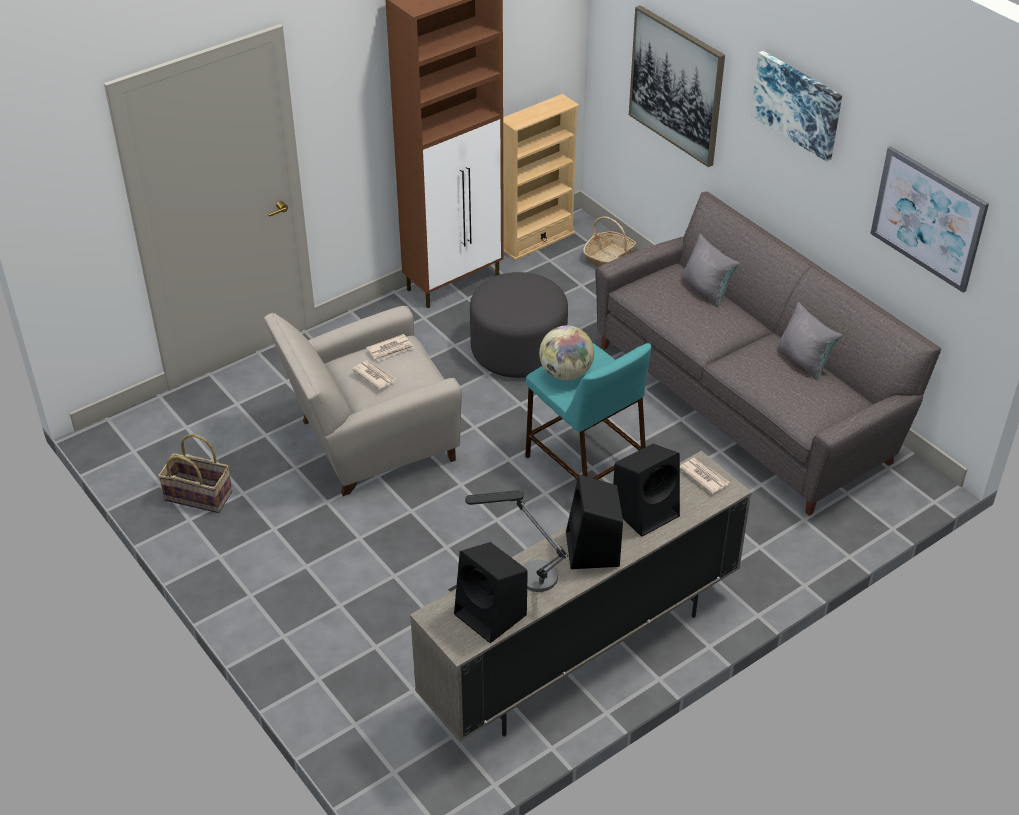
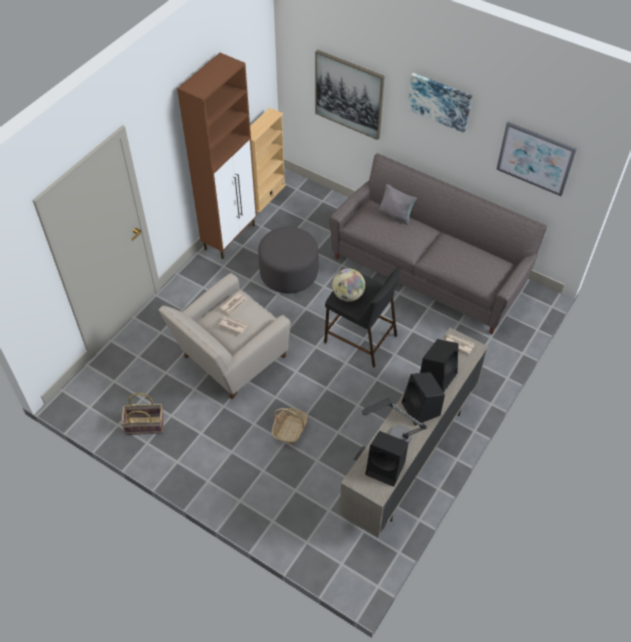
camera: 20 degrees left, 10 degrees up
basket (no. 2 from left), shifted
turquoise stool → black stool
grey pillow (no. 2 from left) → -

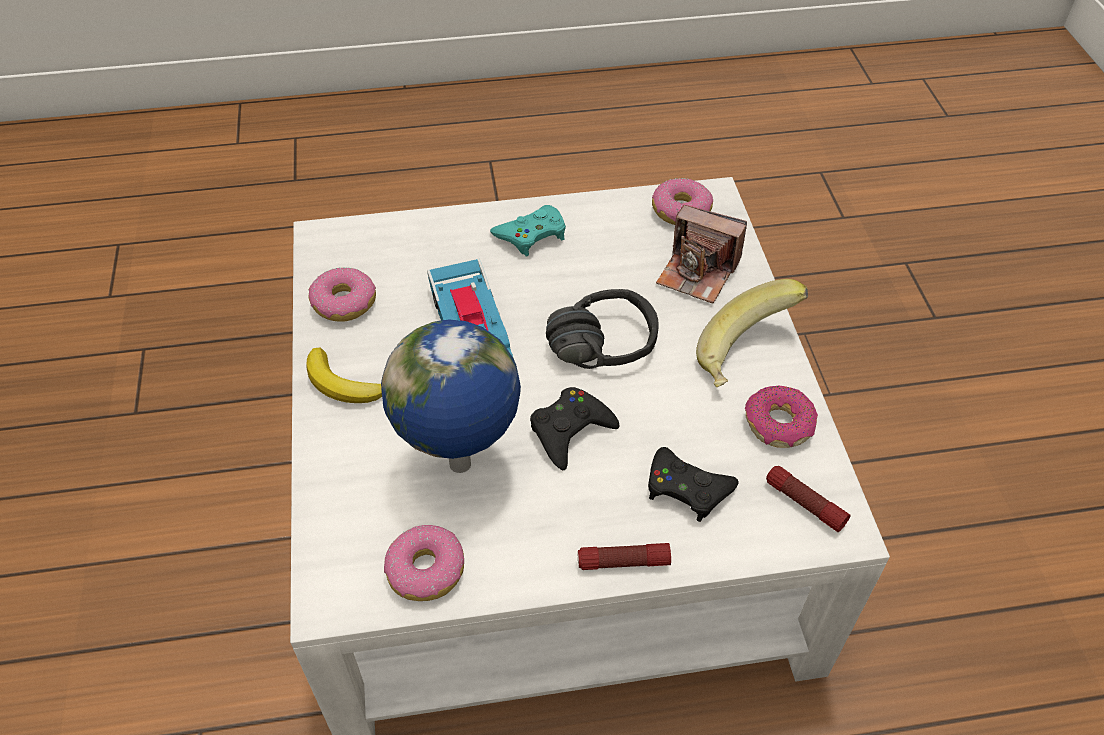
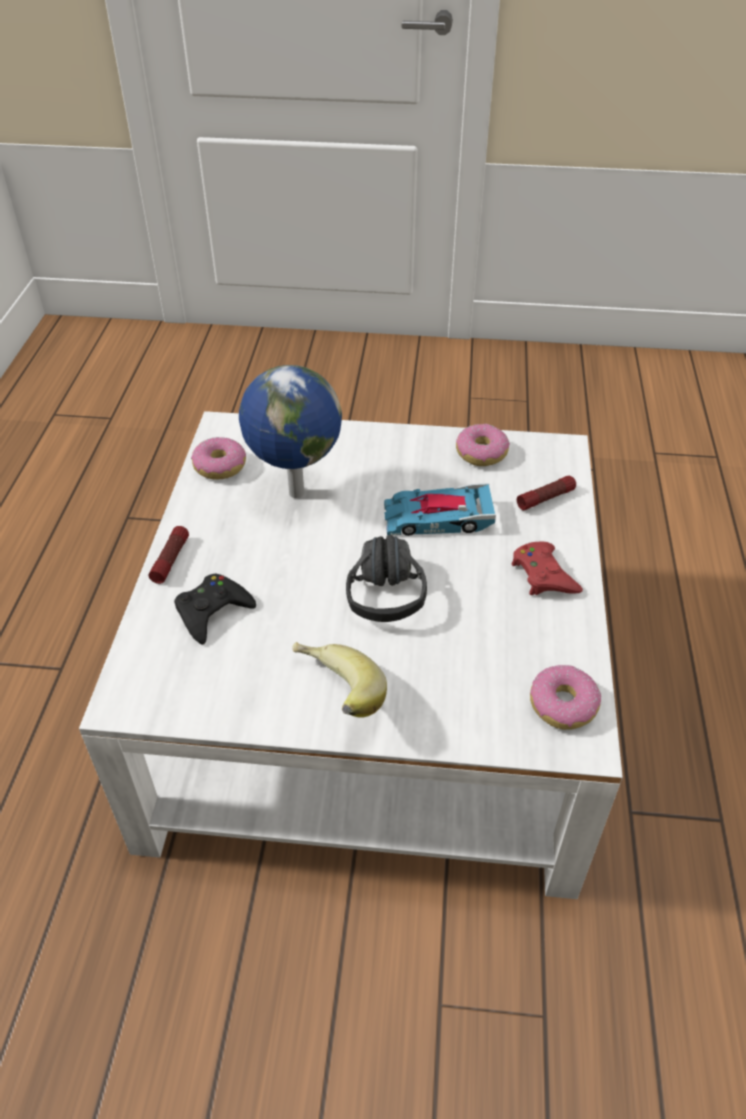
camera: 105 degrees right, 5 degrees down
turquoise game controller → red game controller
flashlight (no. 2 from left), shifted
banana (no. 1 from left) → -
black game controller (no. 1 from left) → -
photo camera → -
donut (no. 4 from left) → -

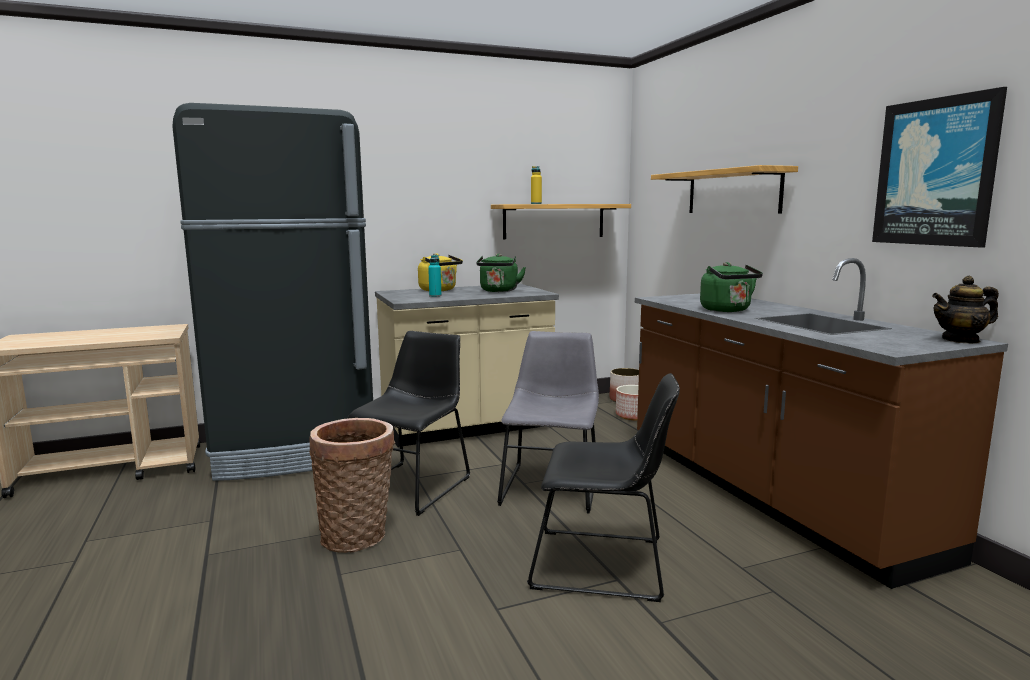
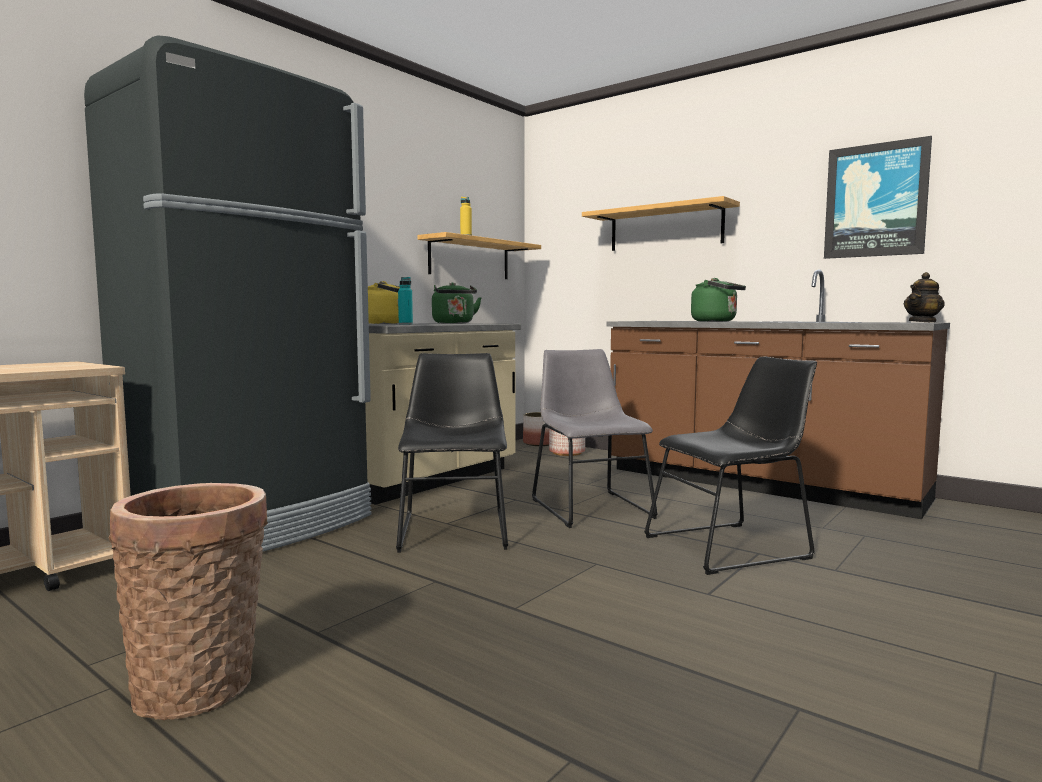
camera: 30 degrees left, 5 degrees down
basket, shifted

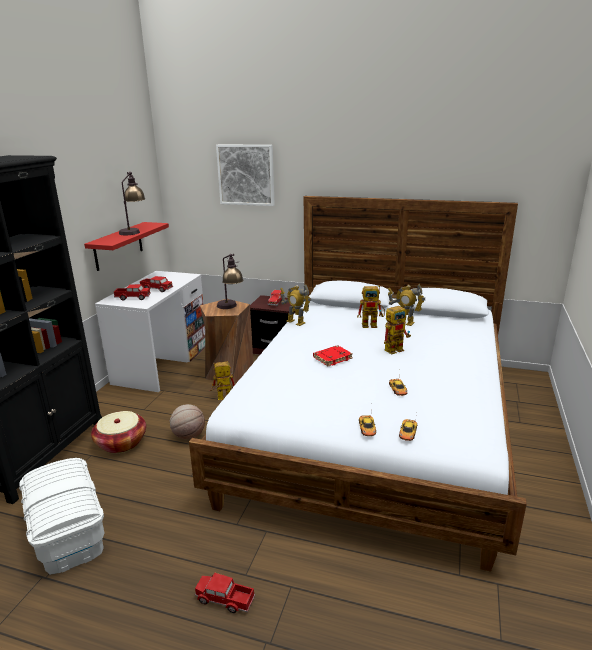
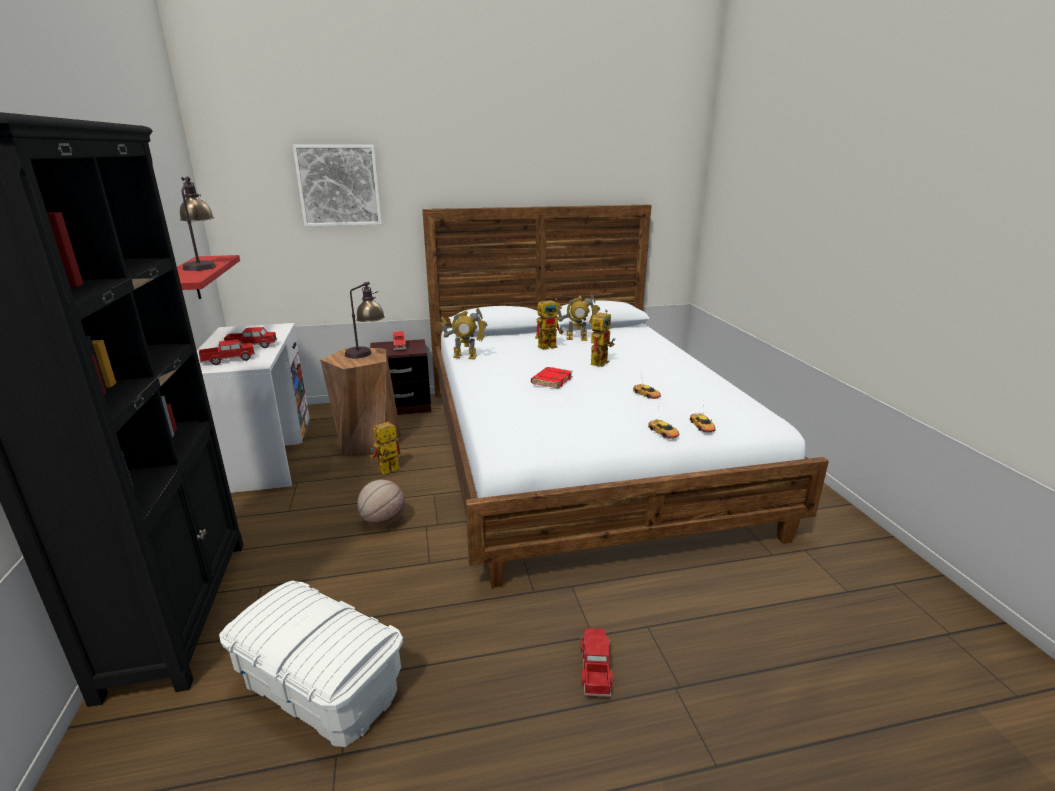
camera: 30 degrees left, 0 degrees up
toy truck (no. 3 from left), 105 degrees clockwise
basket → -

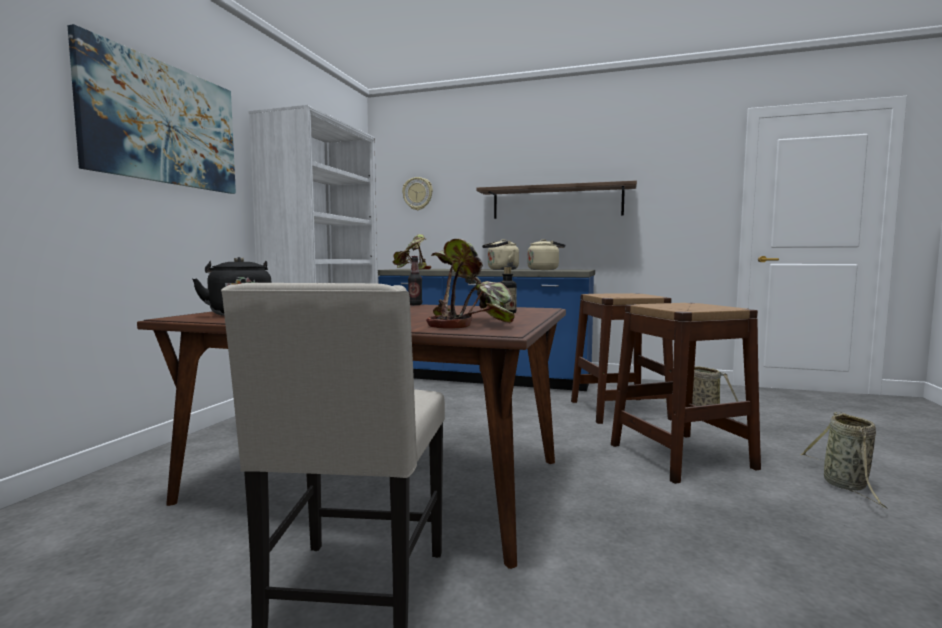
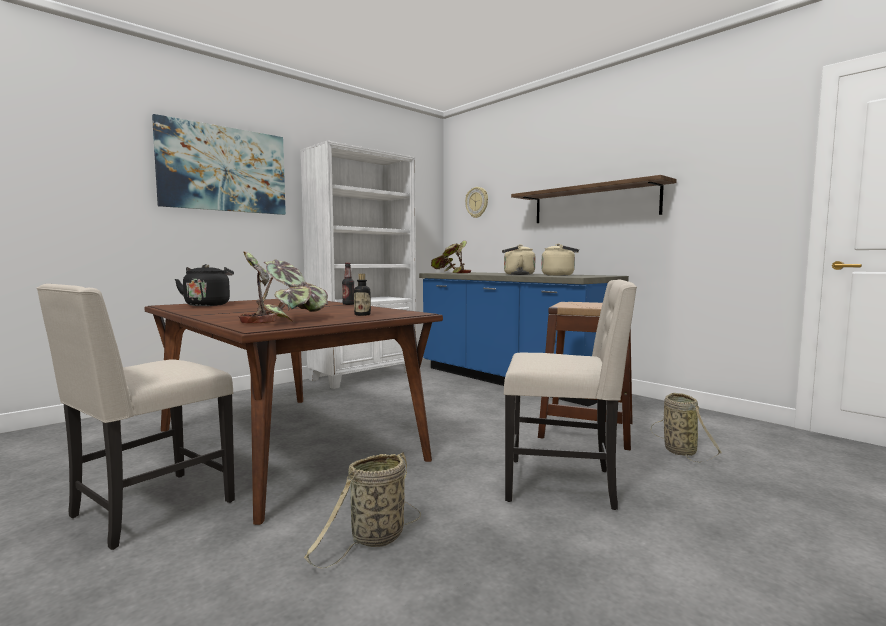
camera: 30 degrees right, 0 degrees up
basket (no. 2 from left in the first image) → basket (no. 1 from left), shifted
brown stool (no. 2 from left) → beige chair (no. 2 from left)

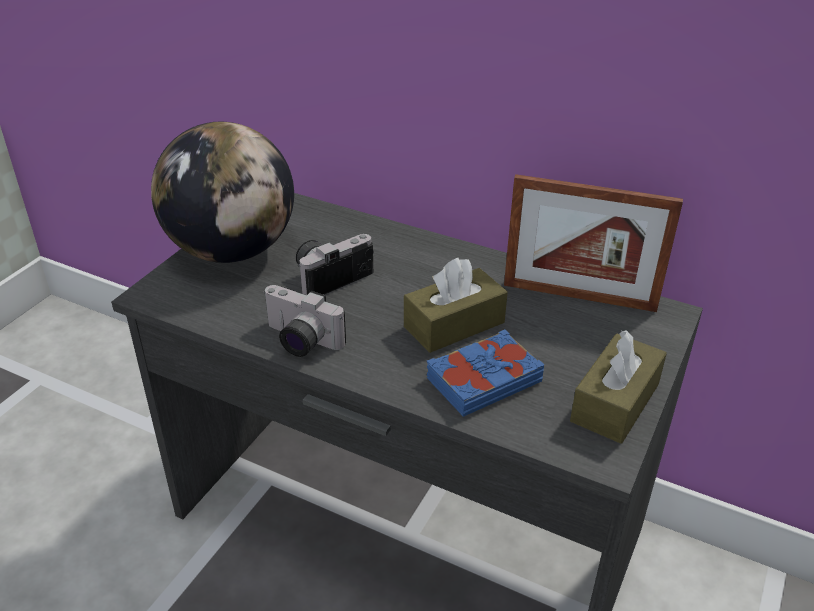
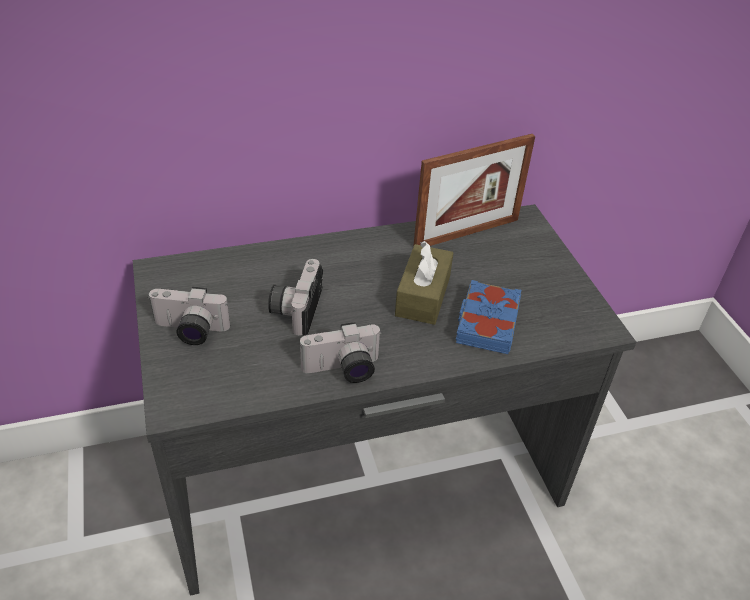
camera: 45 degrees left, 5 degrees up
globe → photo camera (no. 1 from left)
brown tissue box (no. 2 from left) → -

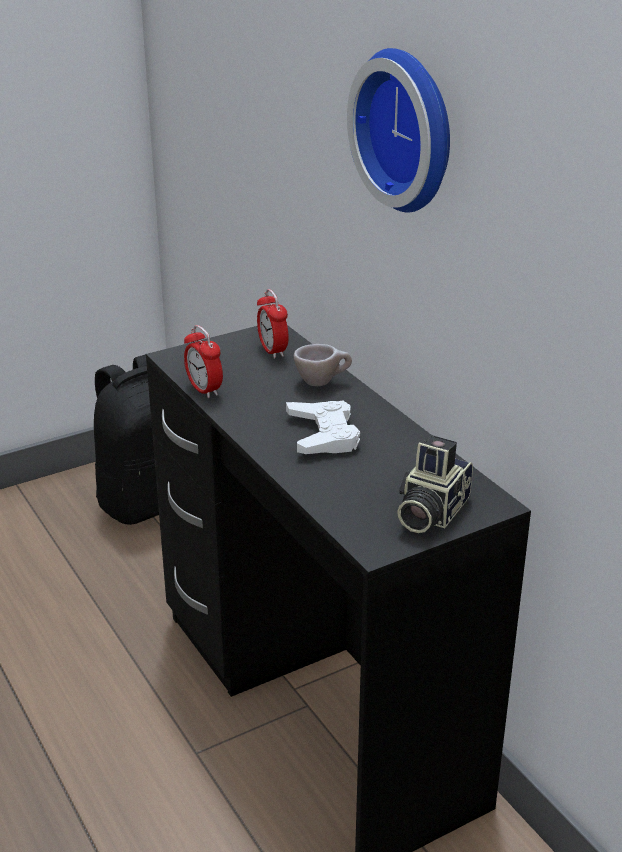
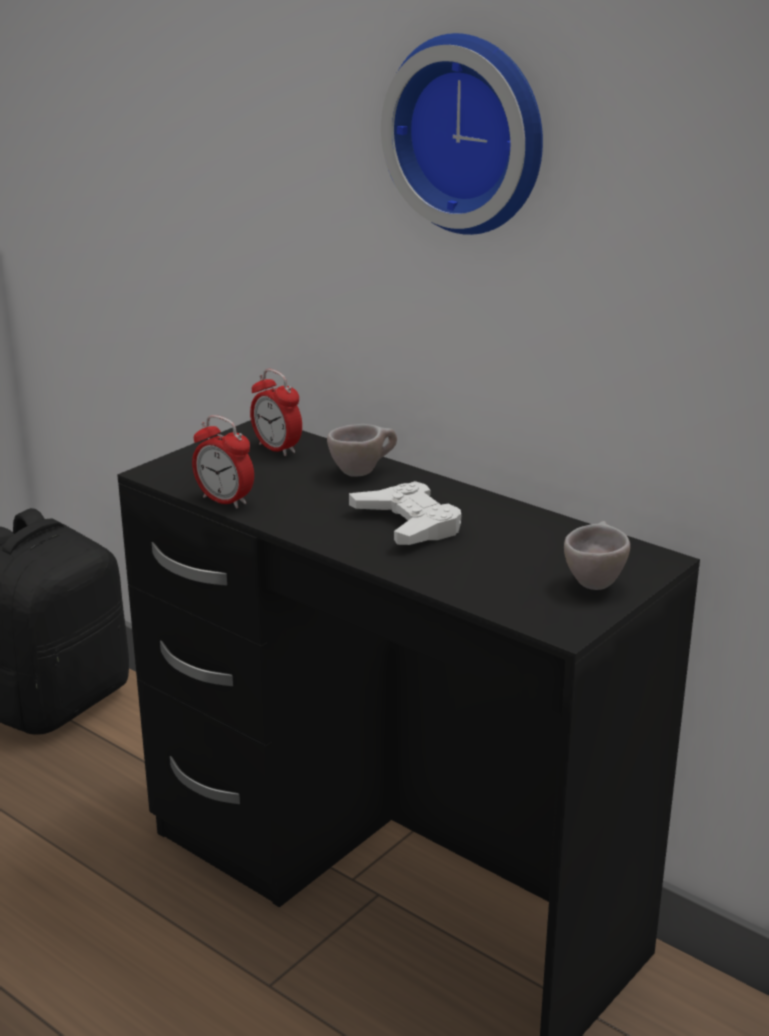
camera: 20 degrees left, 5 degrees down
photo camera → beige cup (no. 2 from left)

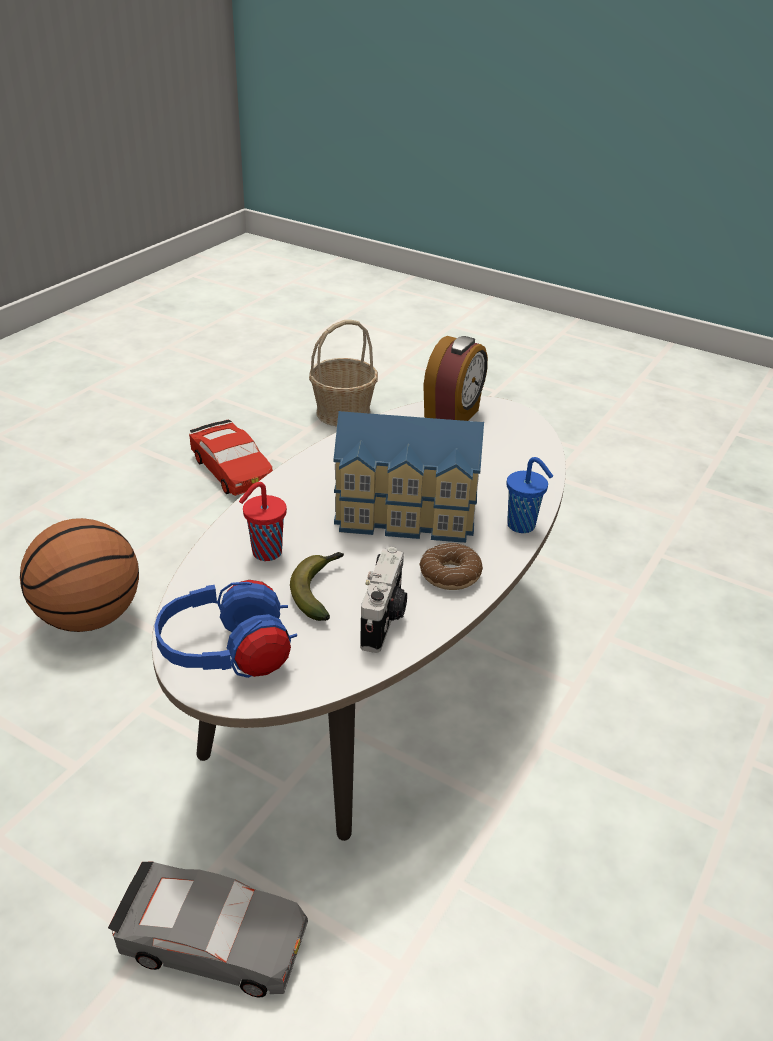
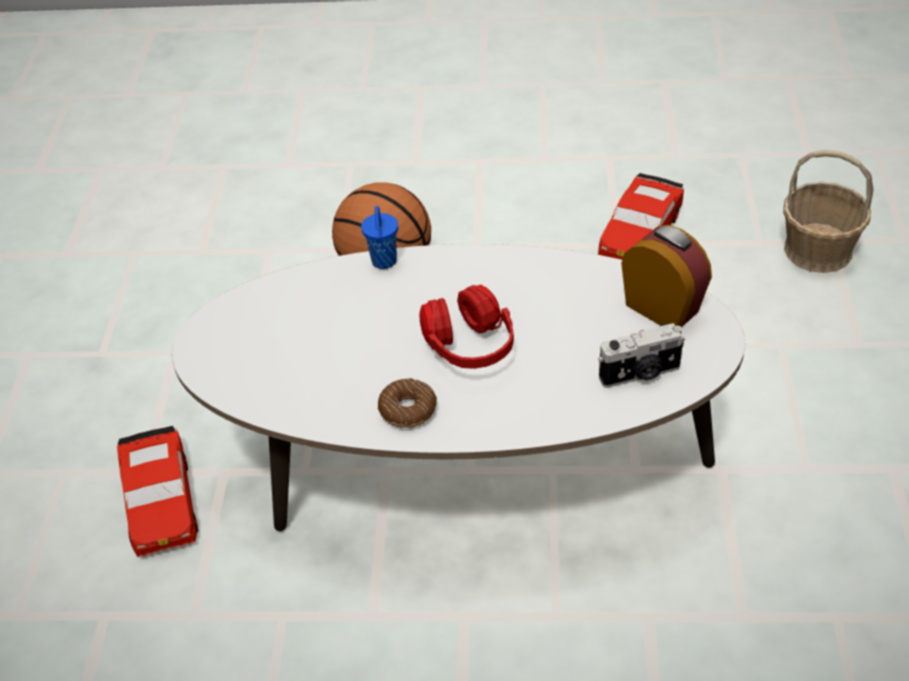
camera: 65 degrees right, 10 degrees up
grey toy car → red toy car (no. 1 from left)
blue cup, shifted
toy house → red headphones
photo camera, shifted
alarm clock, 135 degrees counterclockwise
blue headphones → -
red cup → -
banana → -

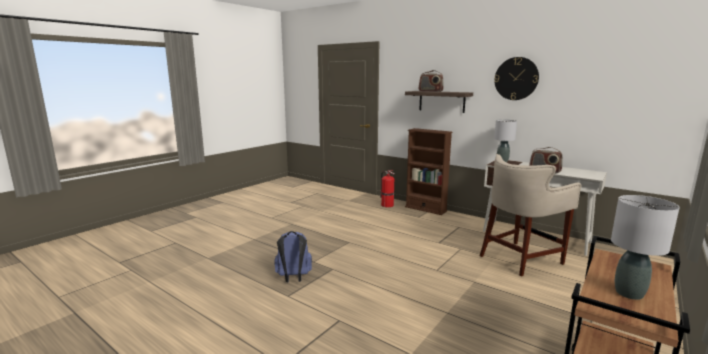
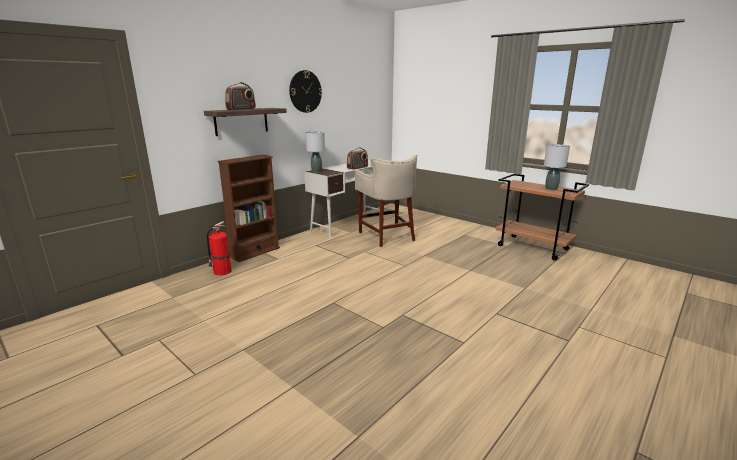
camera: 85 degrees left, 5 degrees up
blue backpack → -

